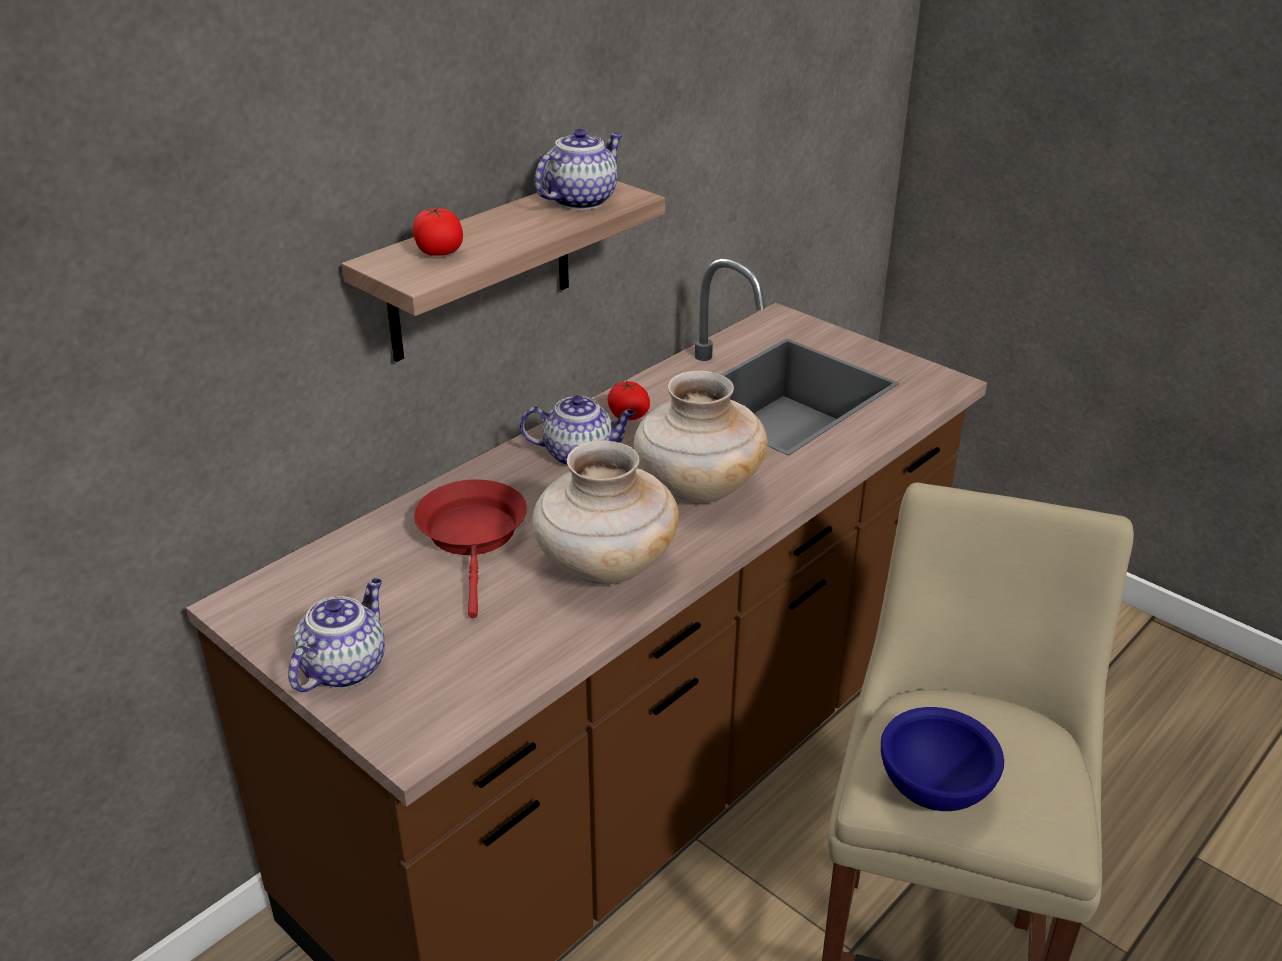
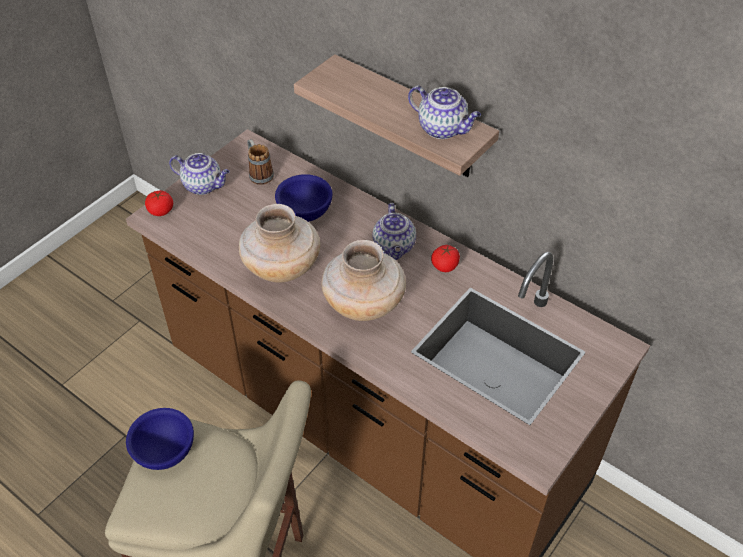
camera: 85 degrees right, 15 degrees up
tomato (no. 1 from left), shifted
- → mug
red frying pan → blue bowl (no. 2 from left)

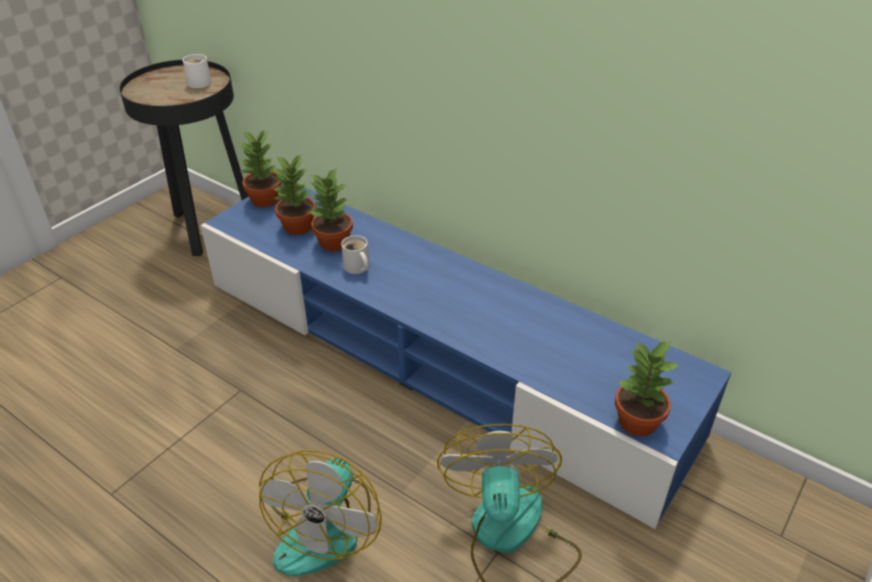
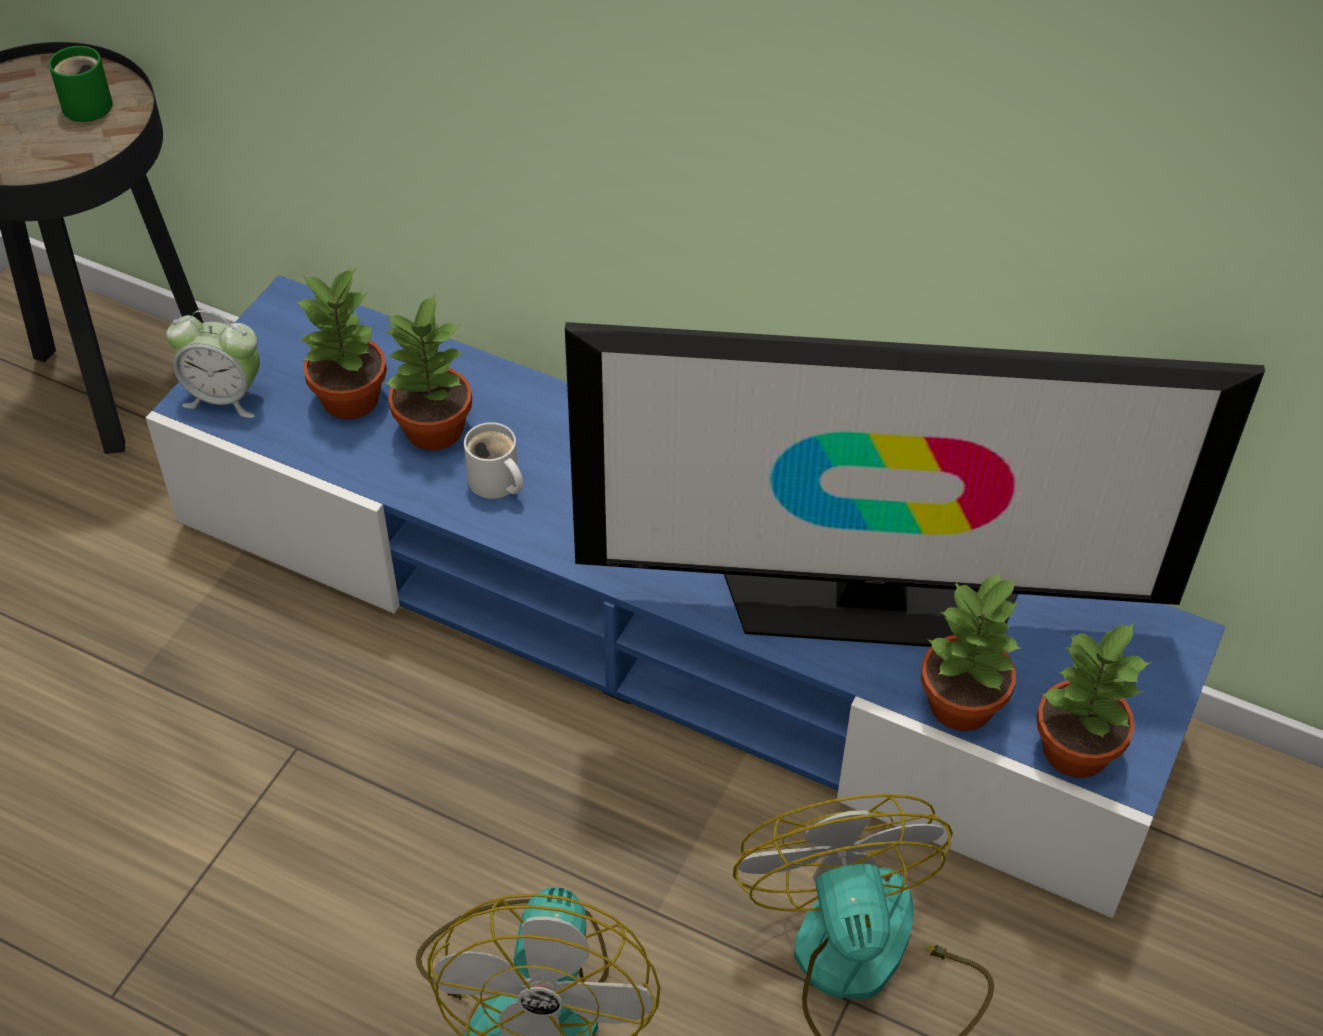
camera: 10 degrees left, 10 degrees up
white mug (no. 1 from left) → green mug
- → alarm clock
- → television
potted plant (no. 1 from left in the first image) → potted plant (no. 3 from left), shifted

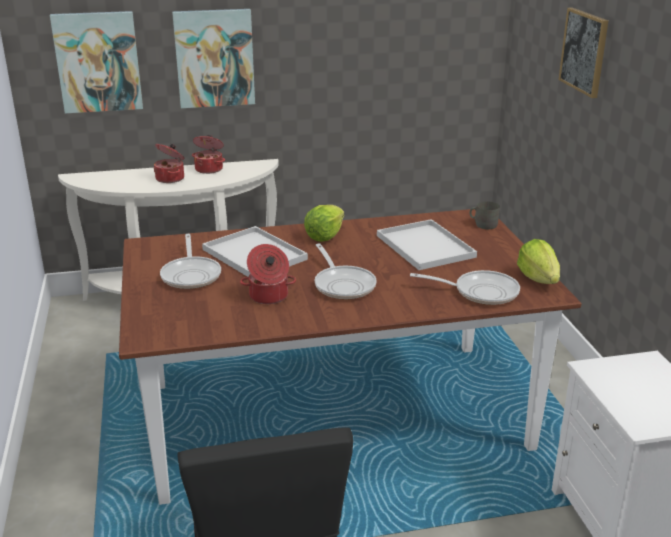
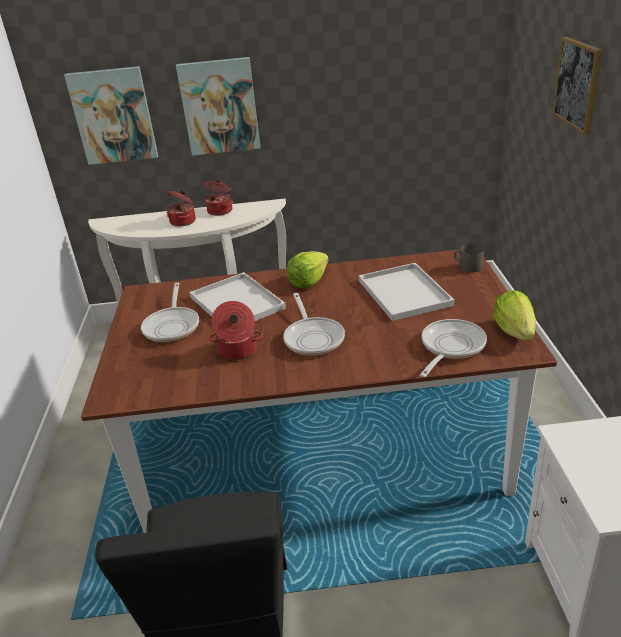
camera: 10 degrees right, 5 degrees up
frying pan (no. 3 from left), 75 degrees counterclockwise

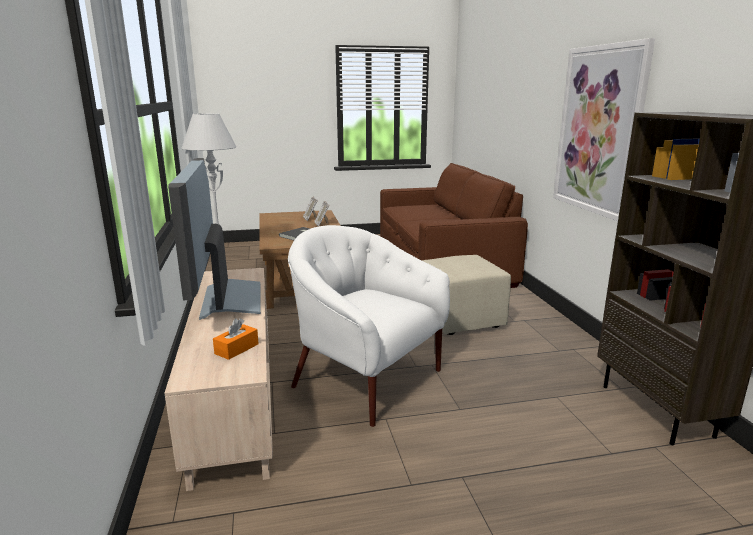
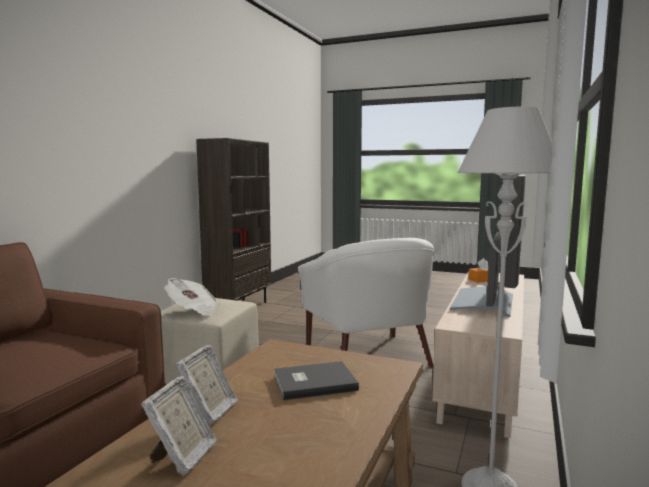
camera: 145 degrees left, 10 degrees down
- → newspaper
picture → -

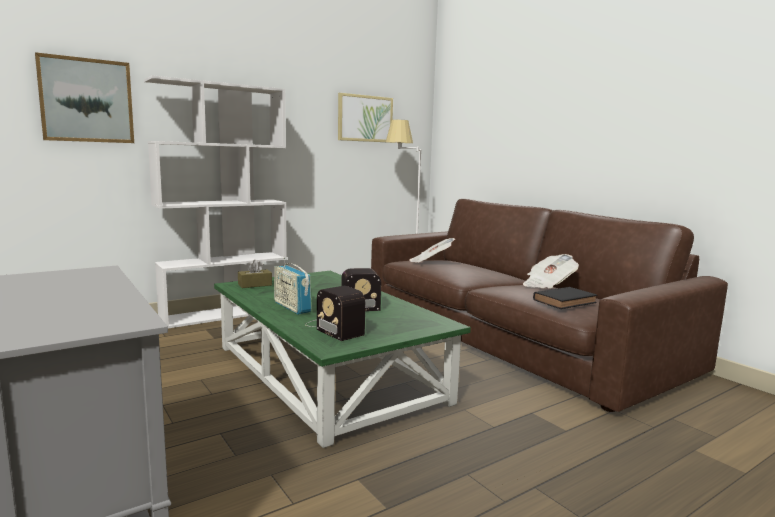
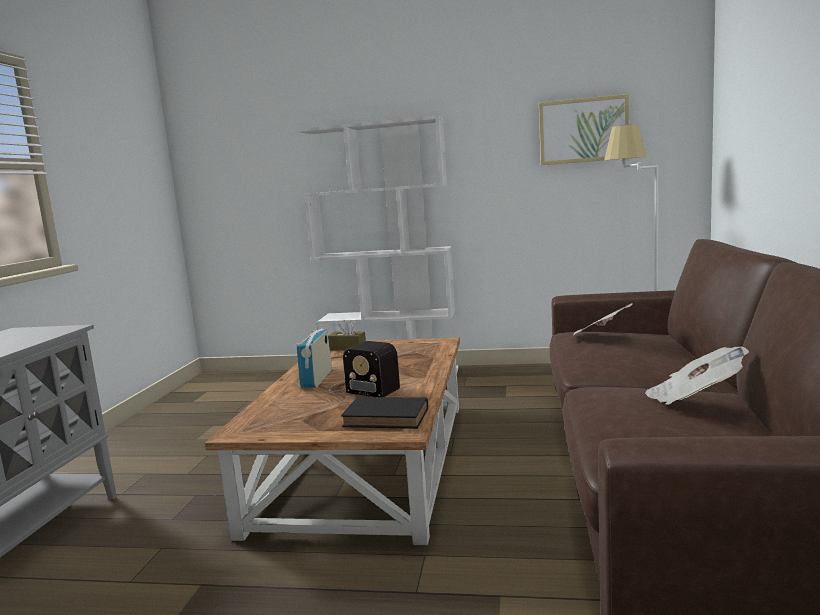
camera: 45 degrees right, 0 degrees up
green coffee table → brown coffee table
black book, shifted
picture (no. 1 from left) → -
radio (no. 2 from left) → -

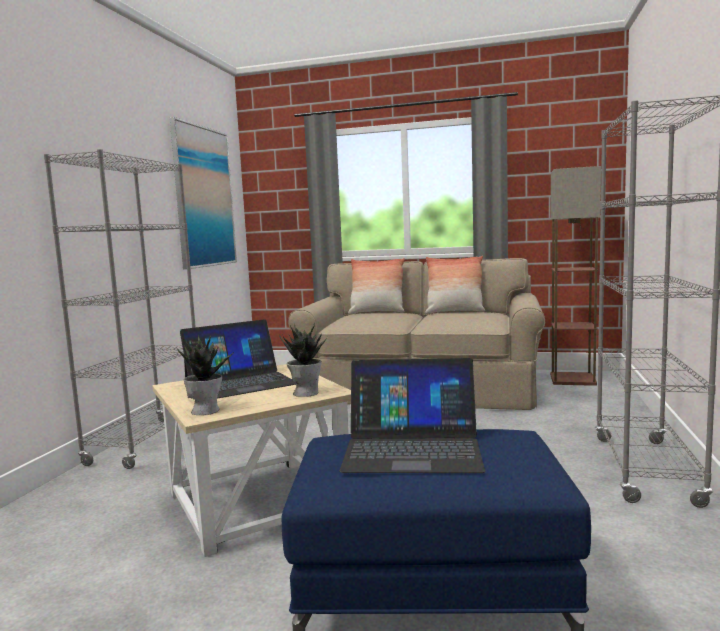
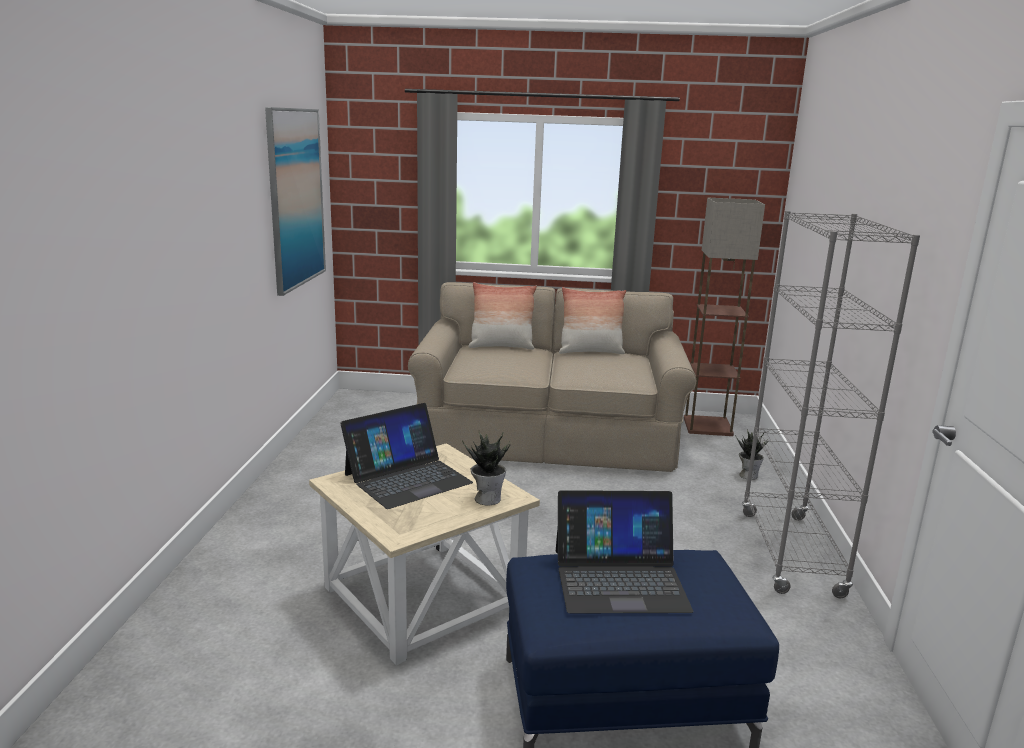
camera: 10 degrees left, 10 degrees up
potted plant (no. 1 from left in the first image) → potted plant (no. 2 from left), shifted
grey bookcase (no. 1 from left) → -

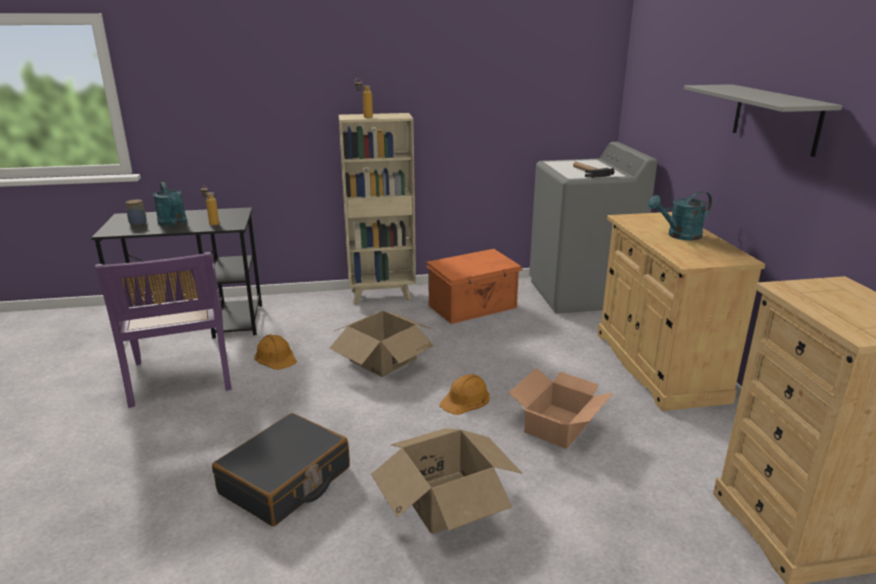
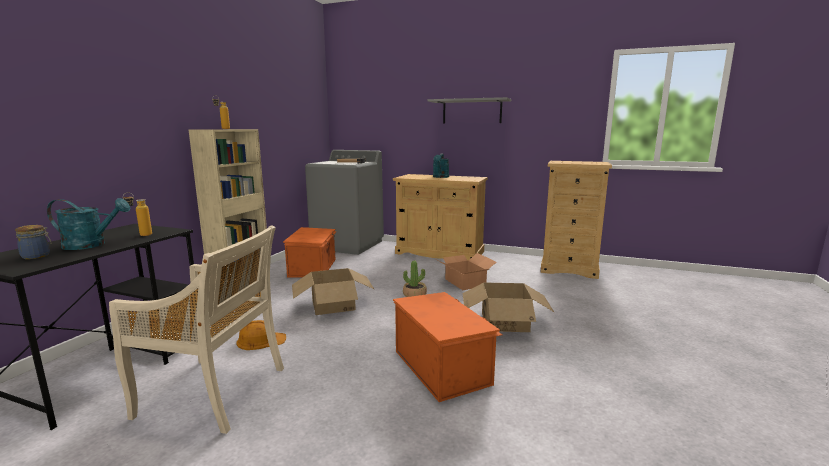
camera: 60 degrees left, 10 degrees down
purple chair → beige chair
black suitcase → orange storage box (no. 2 from left)
orange hard hat (no. 2 from left) → potted plant

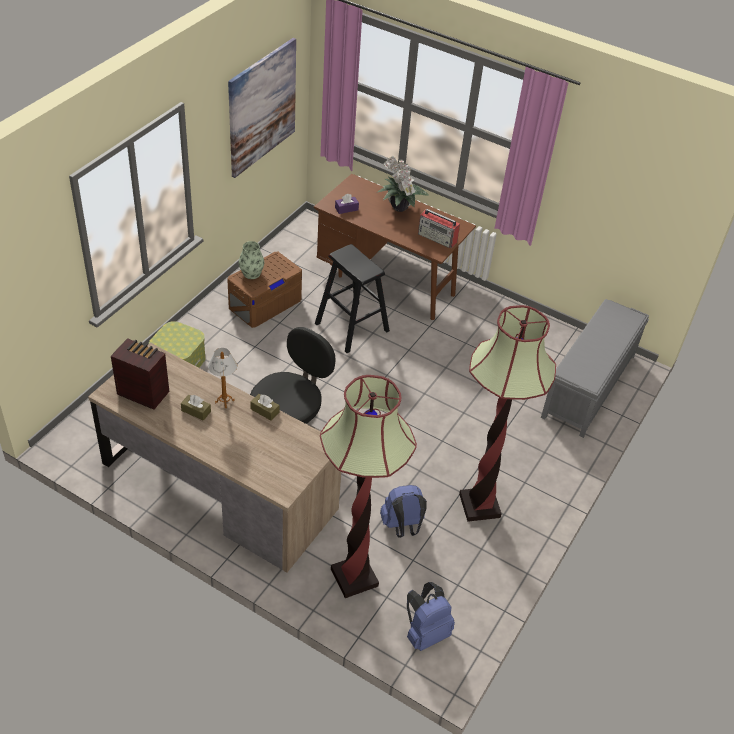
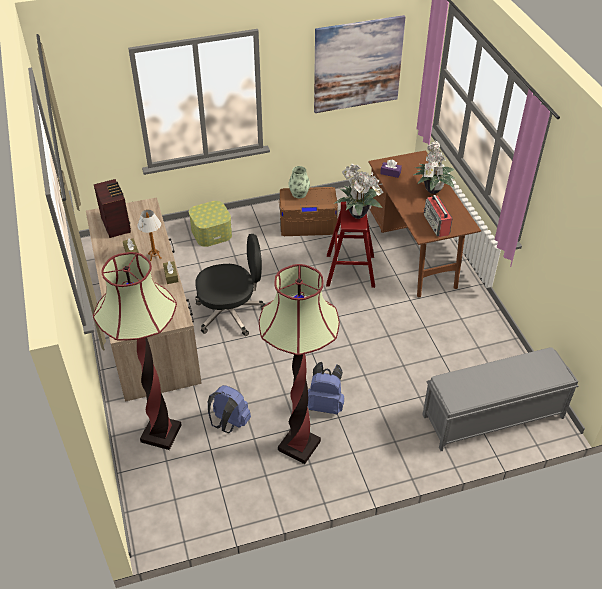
camera: 45 degrees right, 0 degrees up
blue backpack (no. 2 from left), shifted
black stool → red stool
- → potted plant (no. 1 from left)

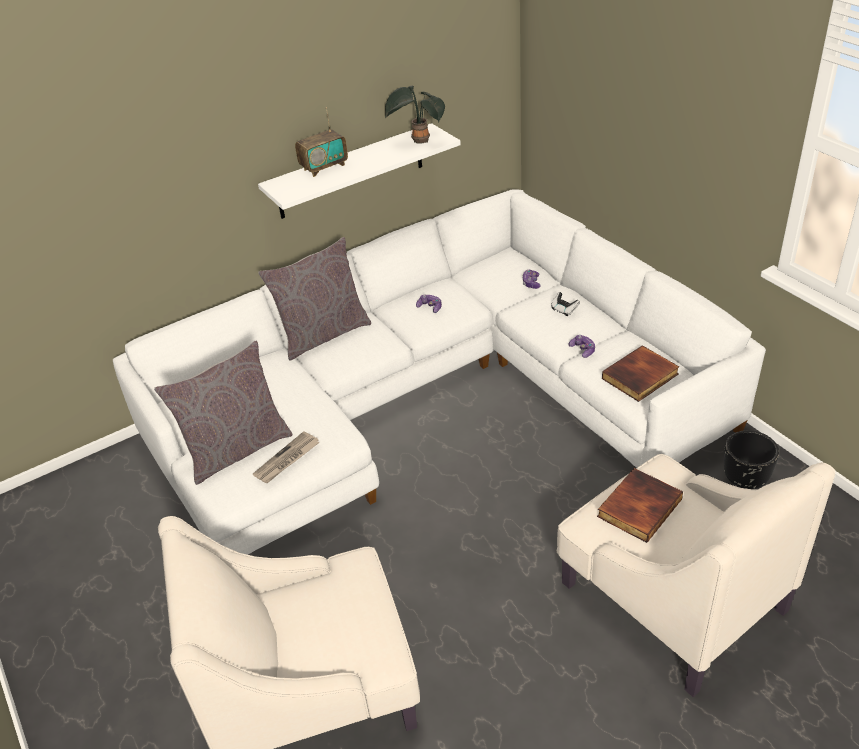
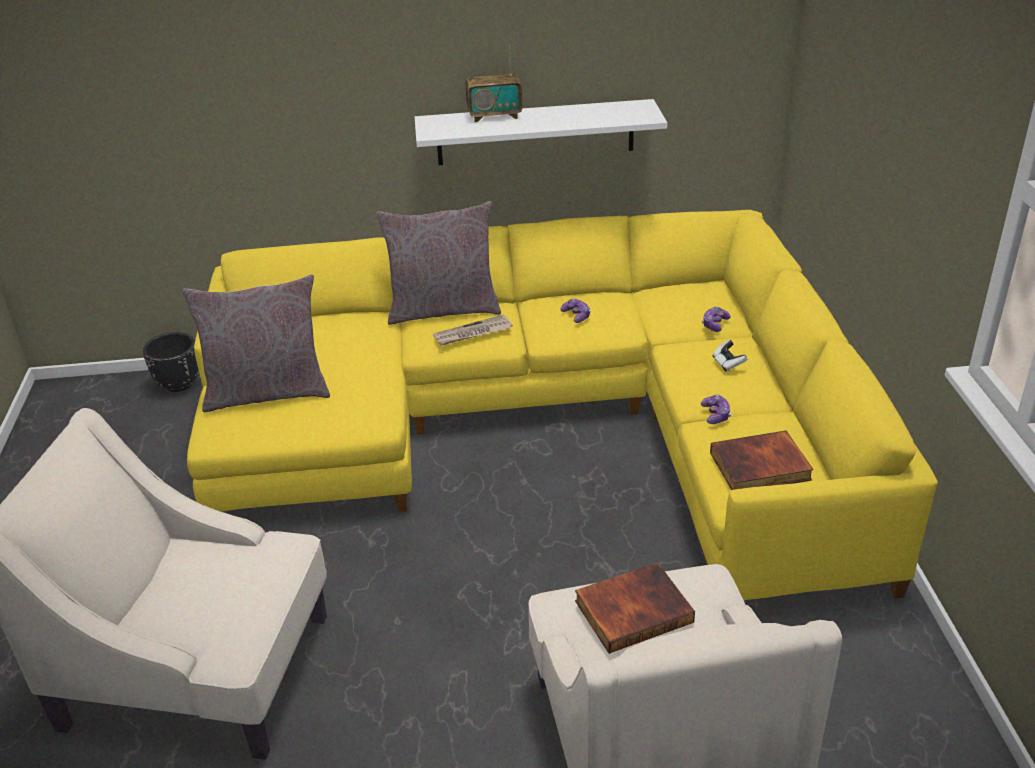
camera: 25 degrees right, 5 degrees down
black planter, shifted
white sofa → yellow sofa
newspaper, shifted
potted plant → -

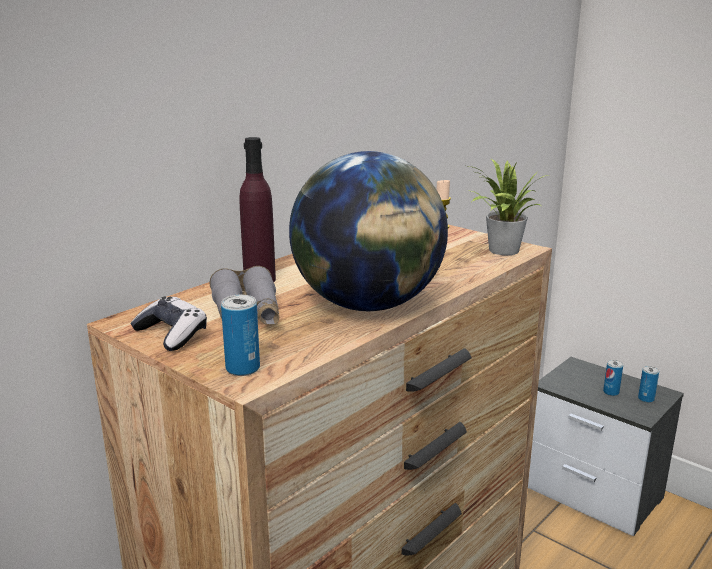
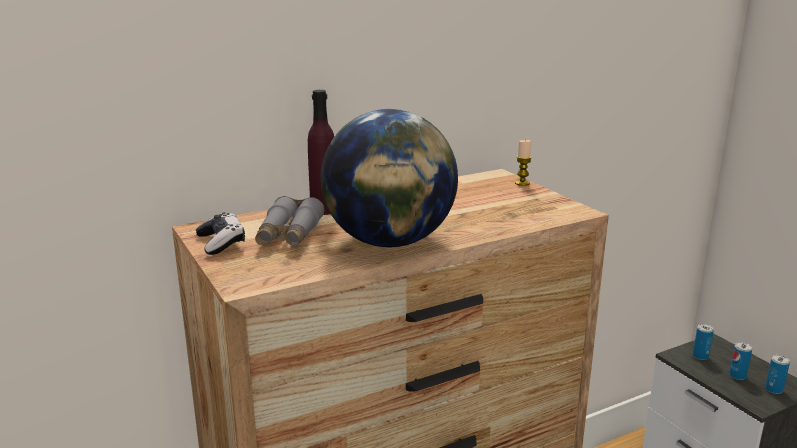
camera: 20 degrees right, 0 degrees up
can (no. 1 from left), shifted
potted plant → -

